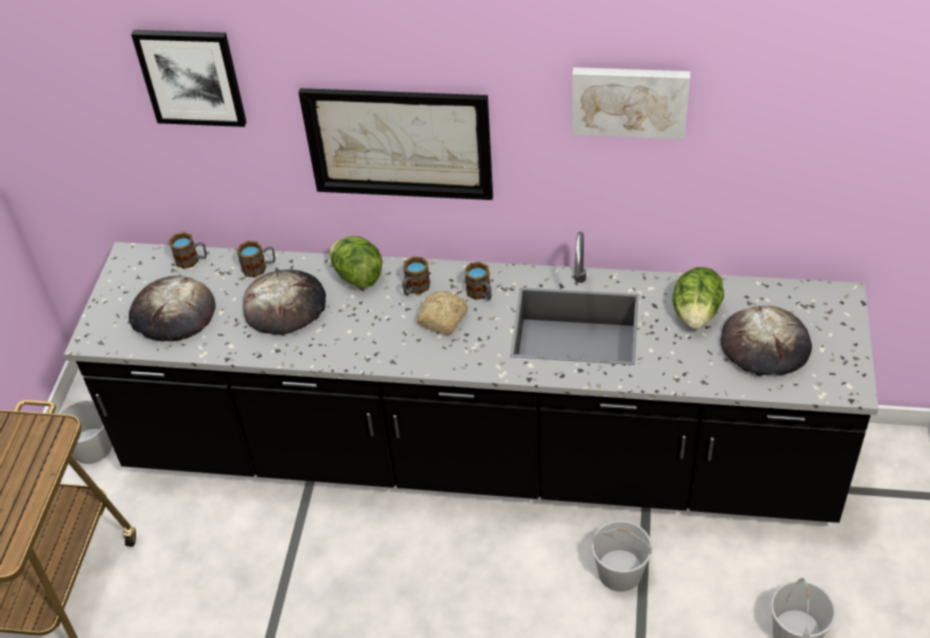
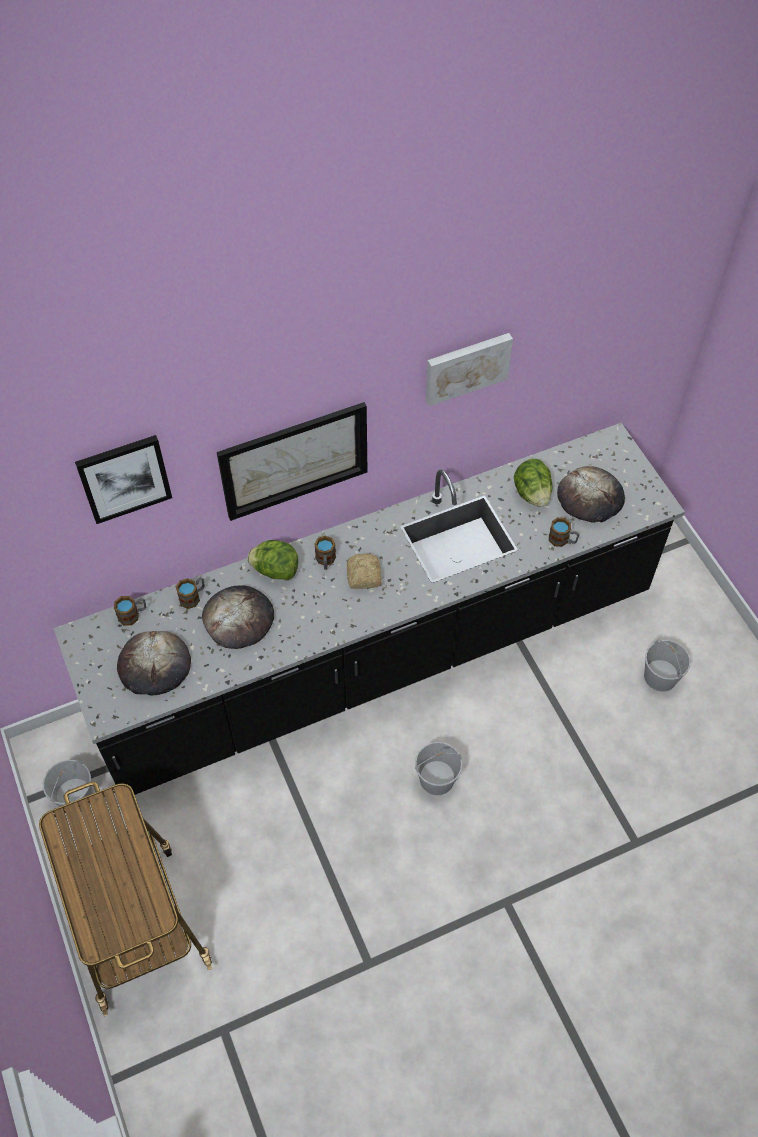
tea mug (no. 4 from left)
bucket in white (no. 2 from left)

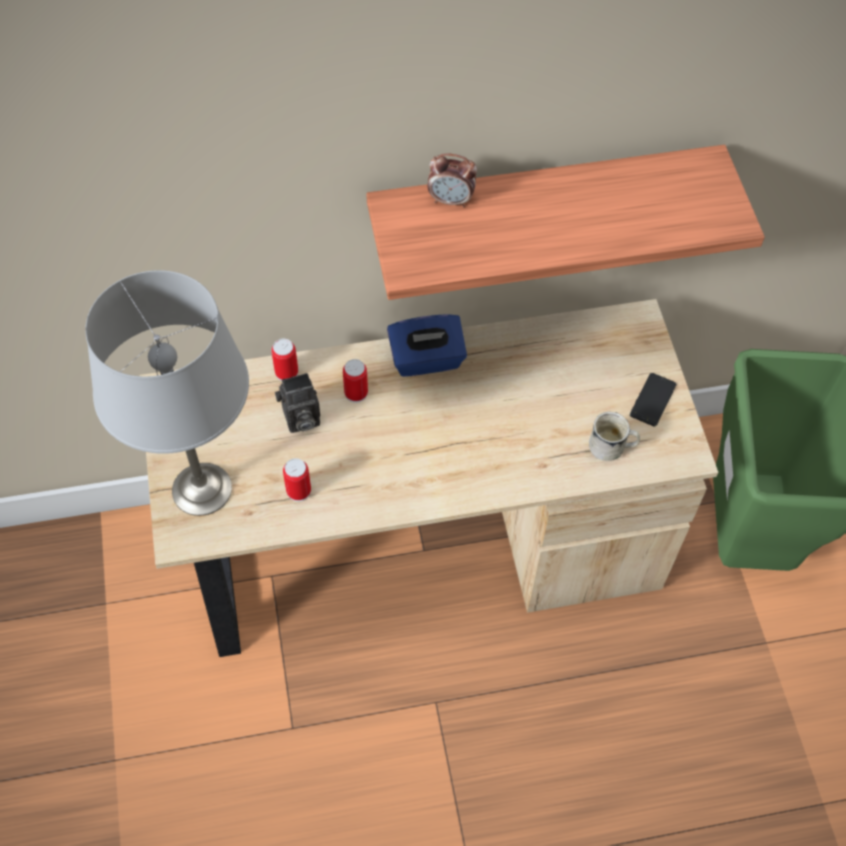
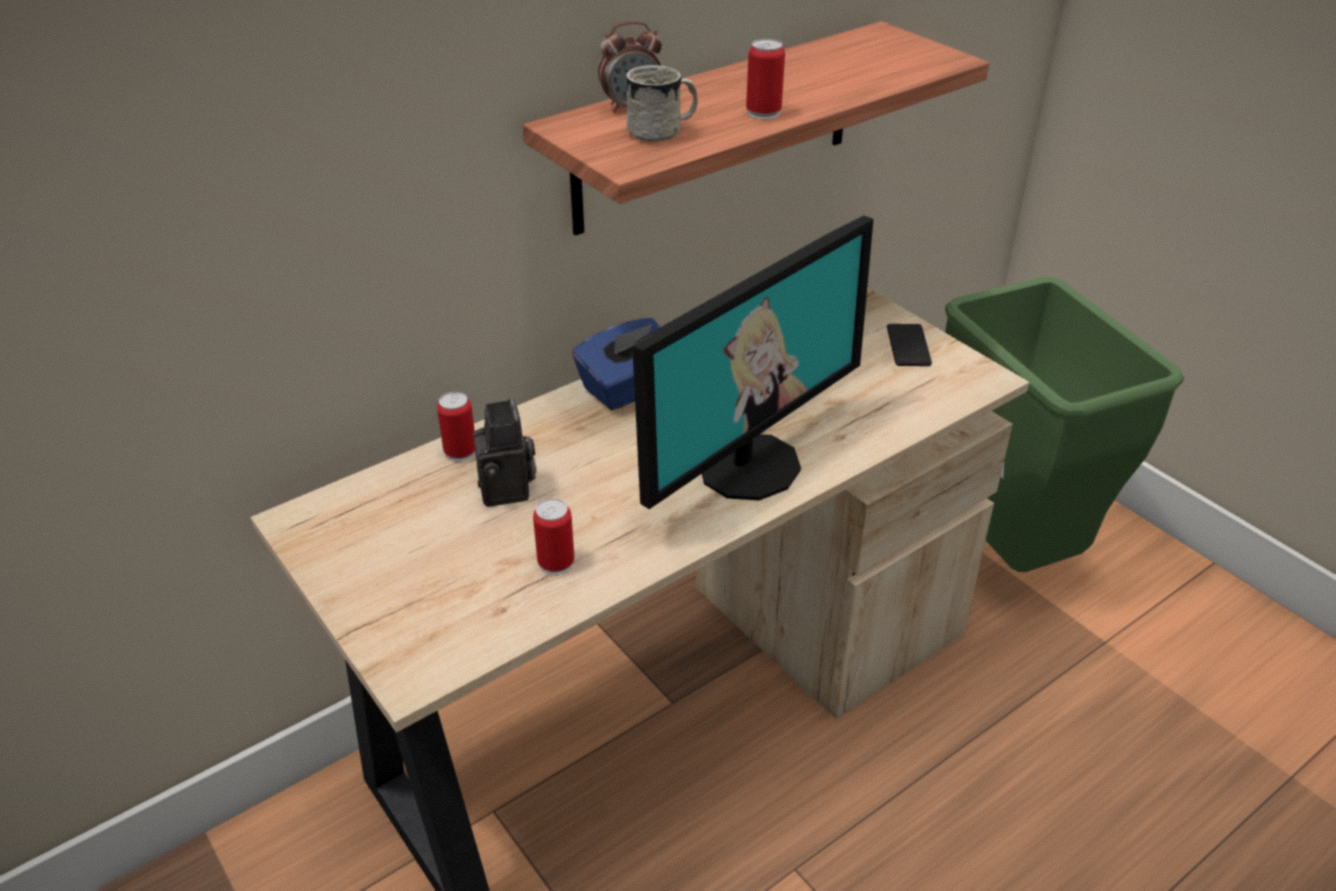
table lamp in greyish
photo camera
metal can (no. 3 from left)
tea mug in white
computer display

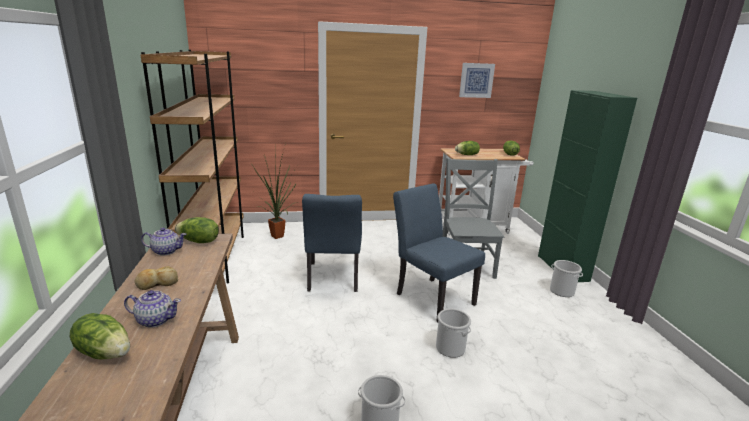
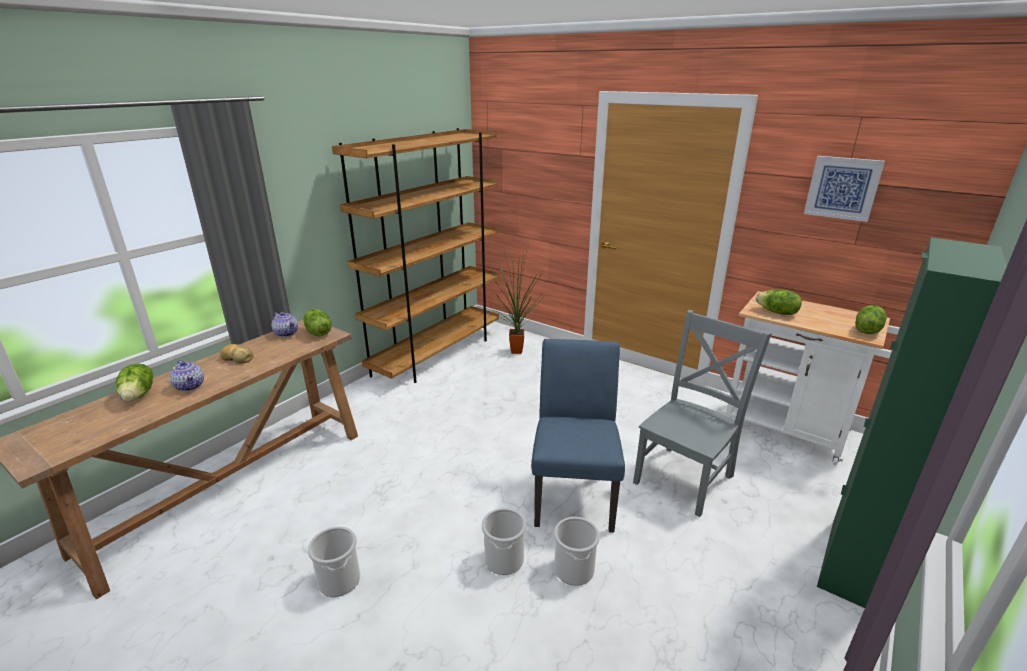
upright chair in bluish (no. 1 from left in the first image)
bucket (no. 3 from left)

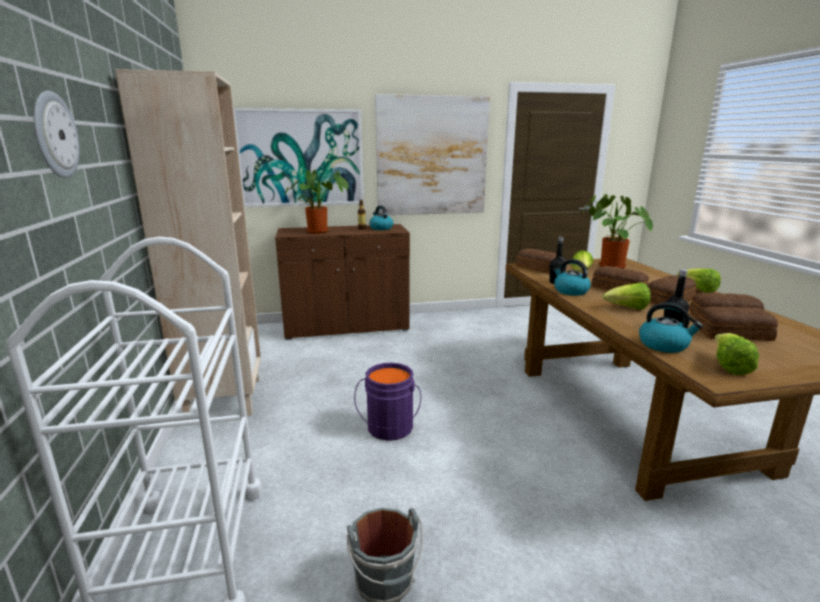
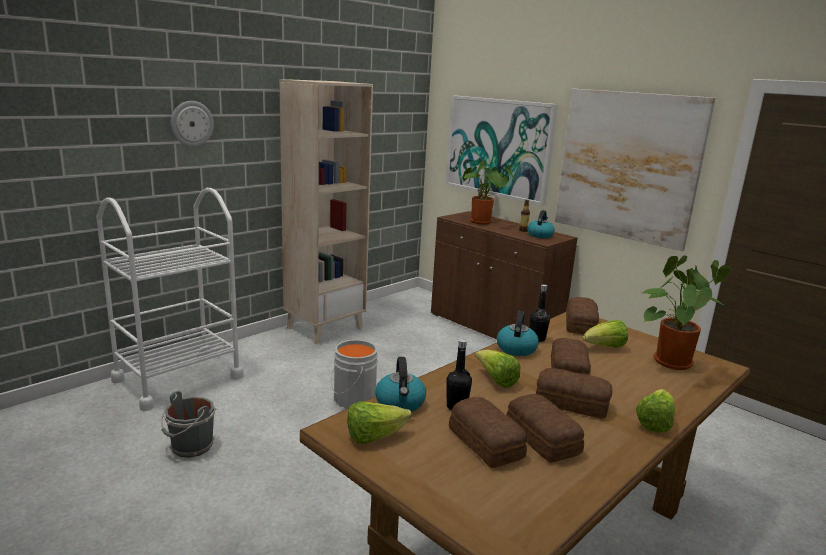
bucket in greyish (no. 2 from left)

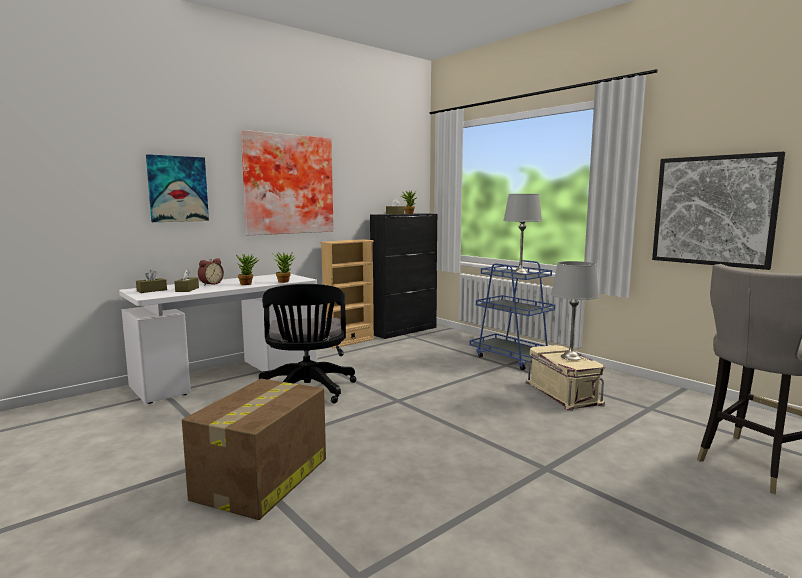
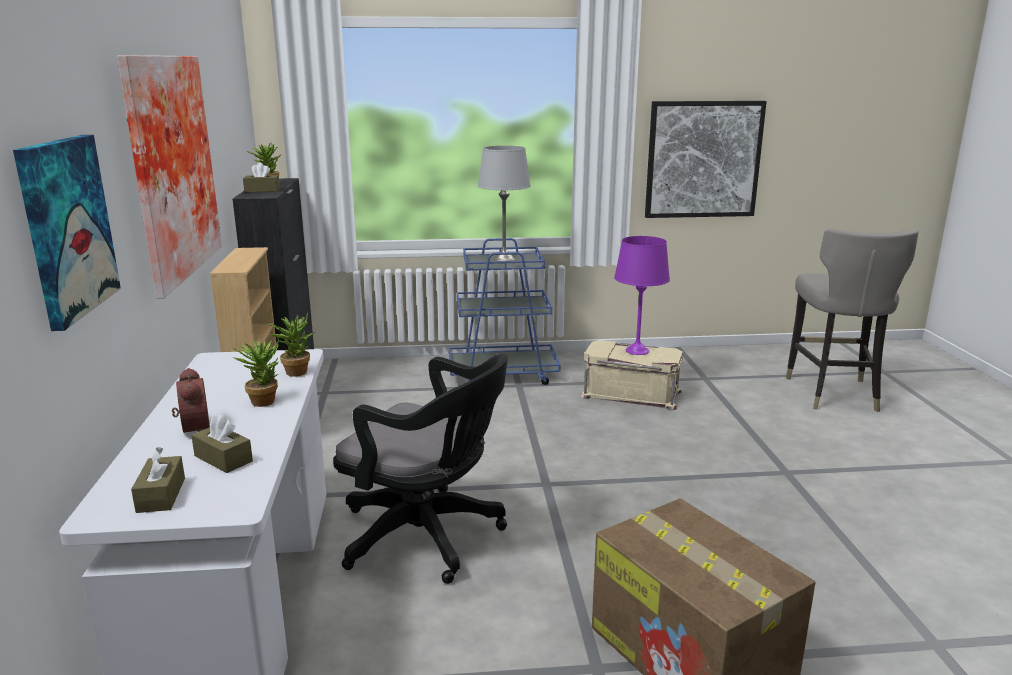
table lamp in purple-coloured

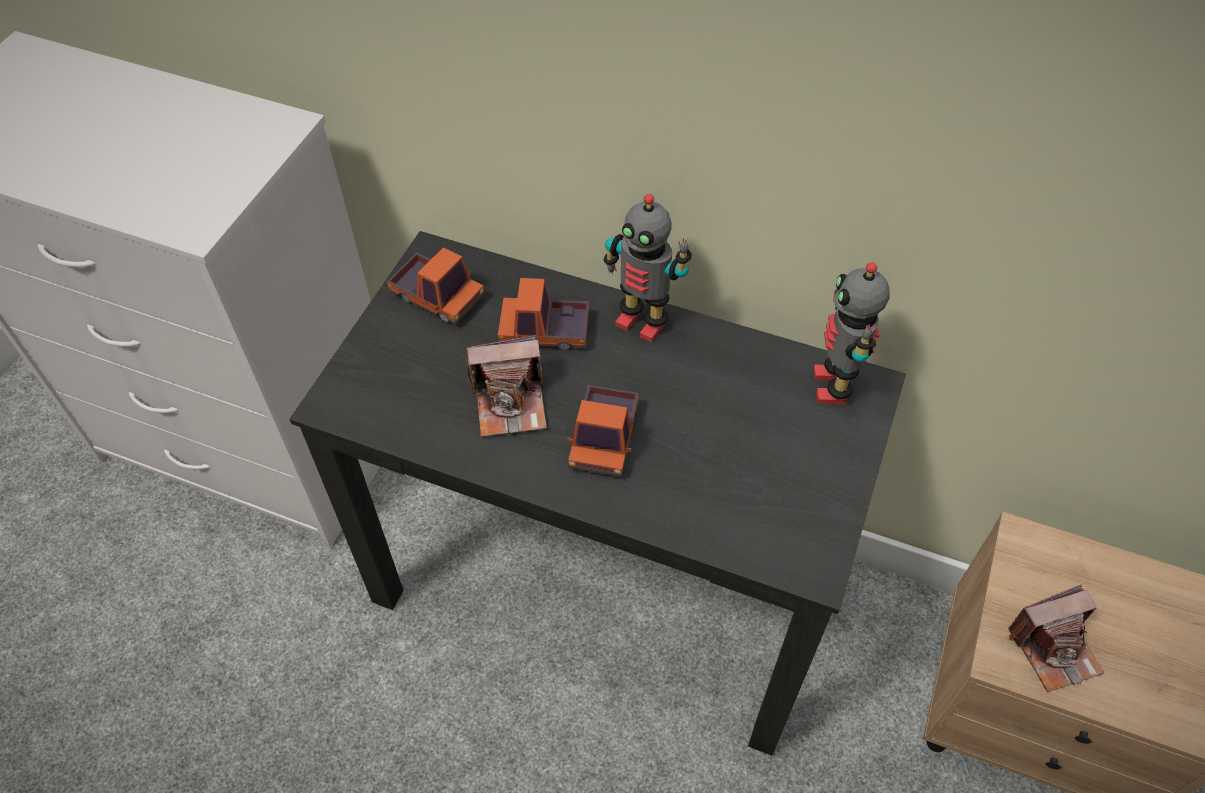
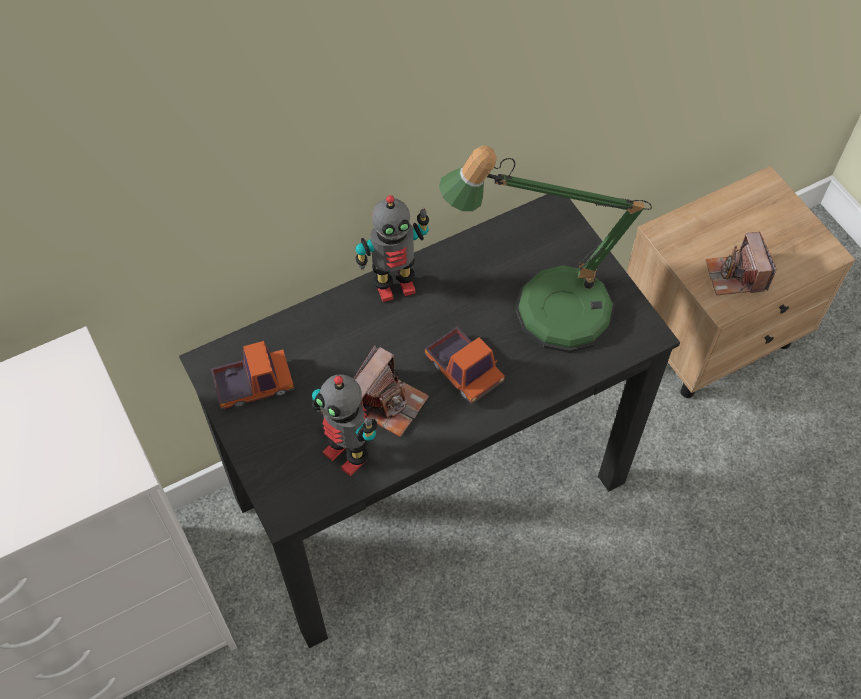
toy lorry (no. 2 from left in the first image)
toy robot (no. 1 from left)
photo camera (no. 2 from left)
table lamp

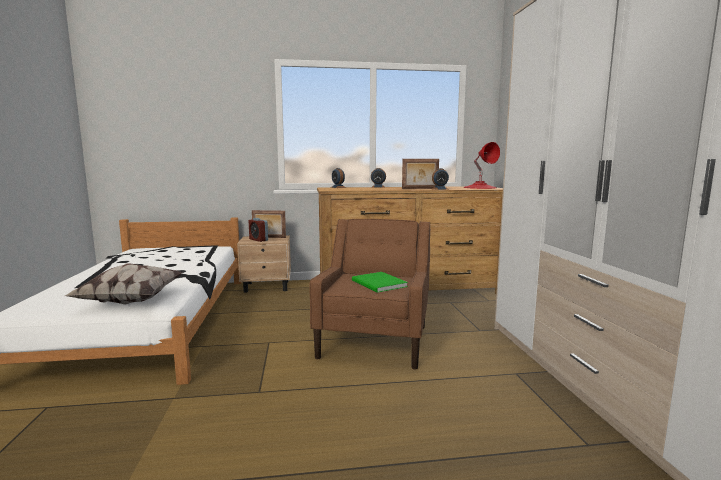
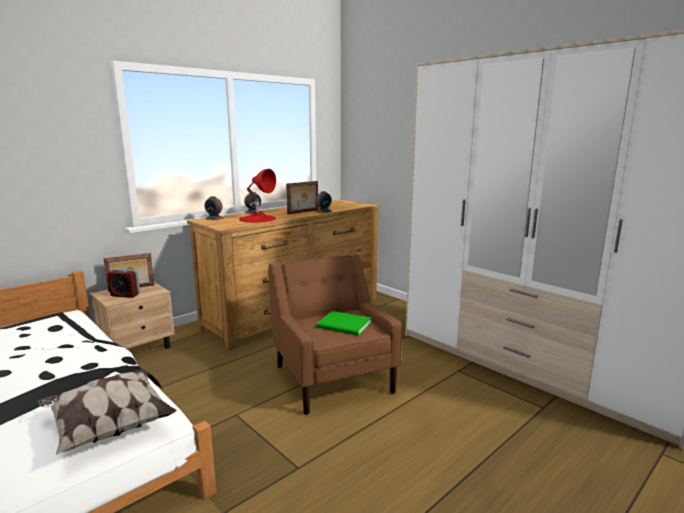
table lamp in reddish

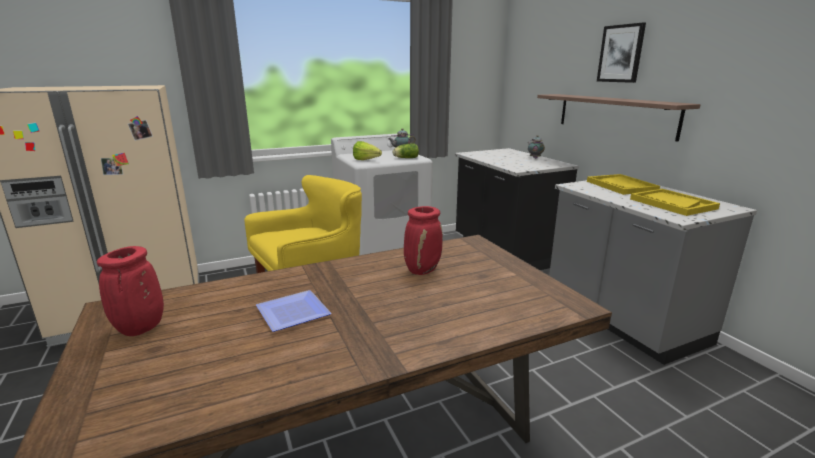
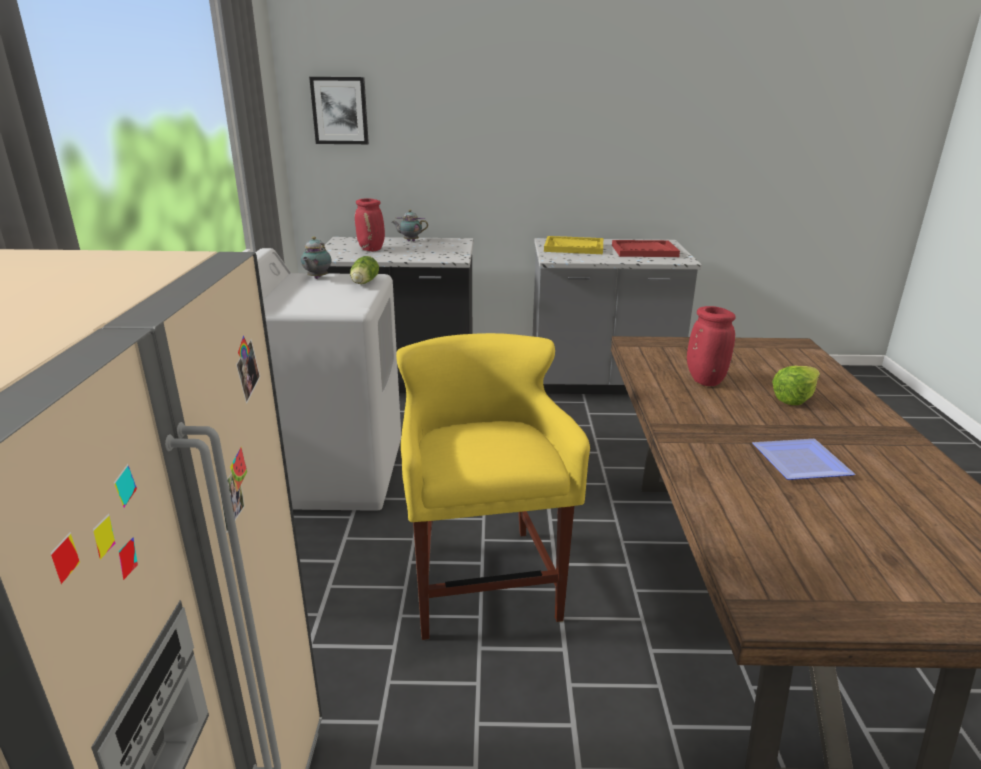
vase in reddish (no. 1 from left)
lettuce (no. 2 from left)
shelf
wall picture
serving tray in reddish

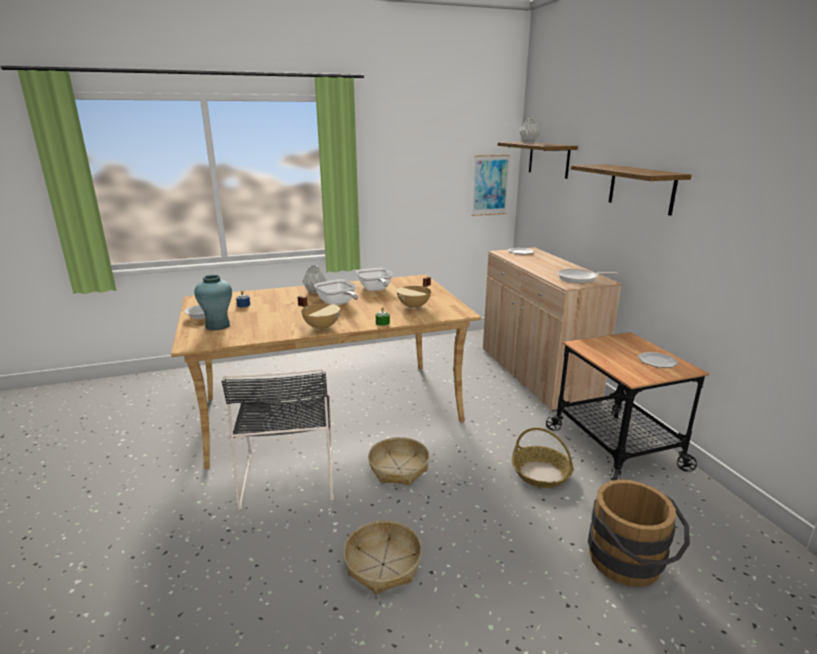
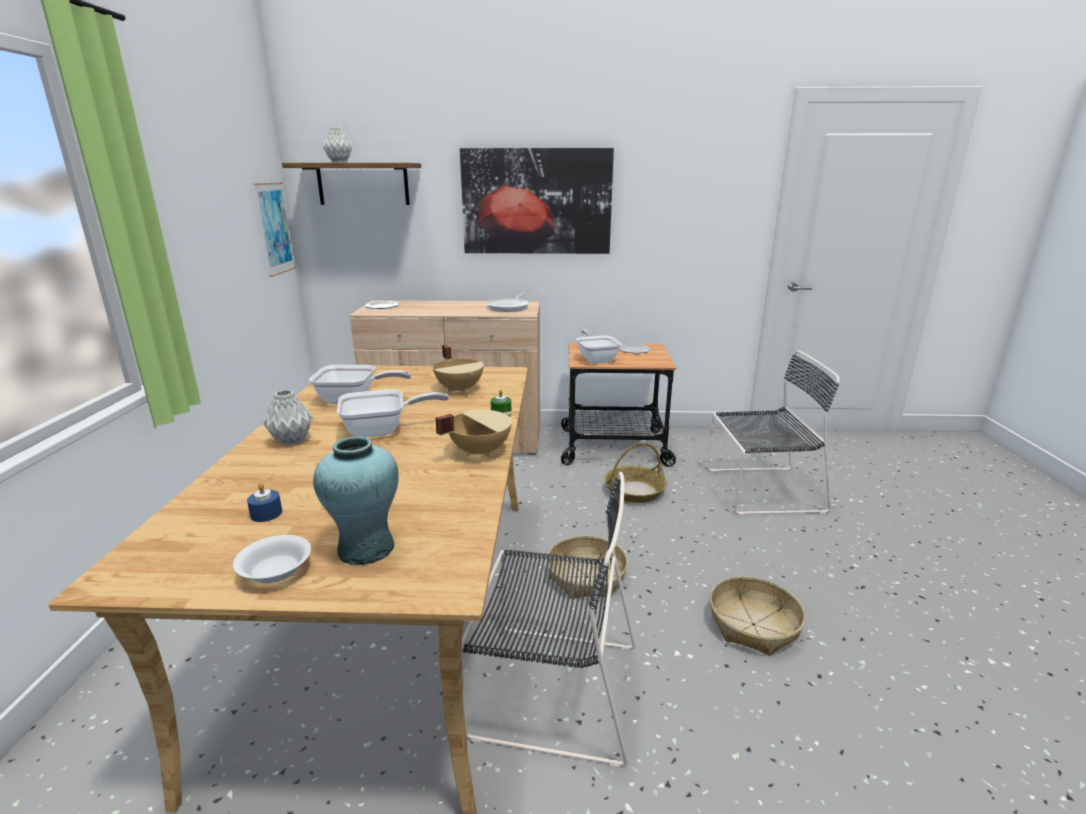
wall picture (no. 2 from left)
upright chair in black-coloured (no. 2 from left)
pan (no. 4 from left)

